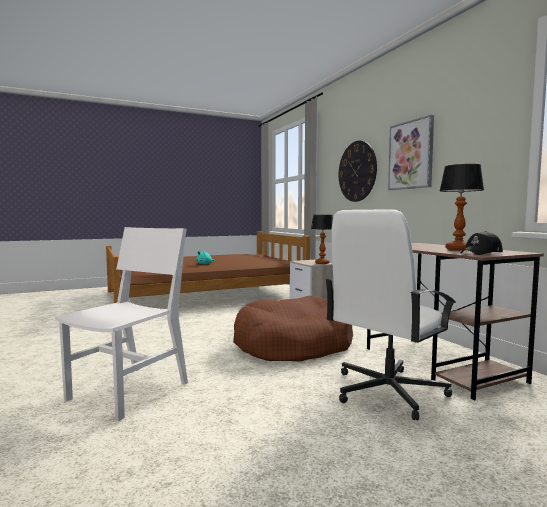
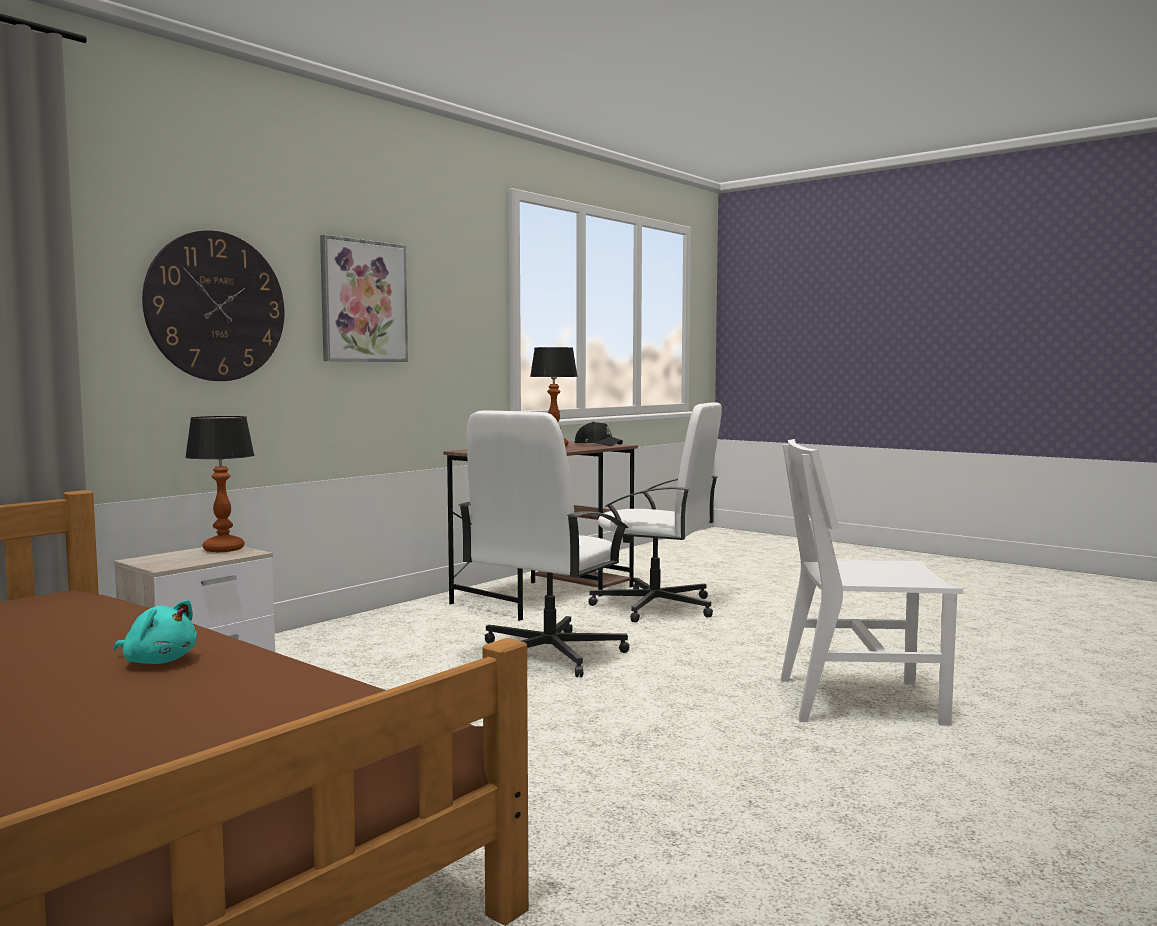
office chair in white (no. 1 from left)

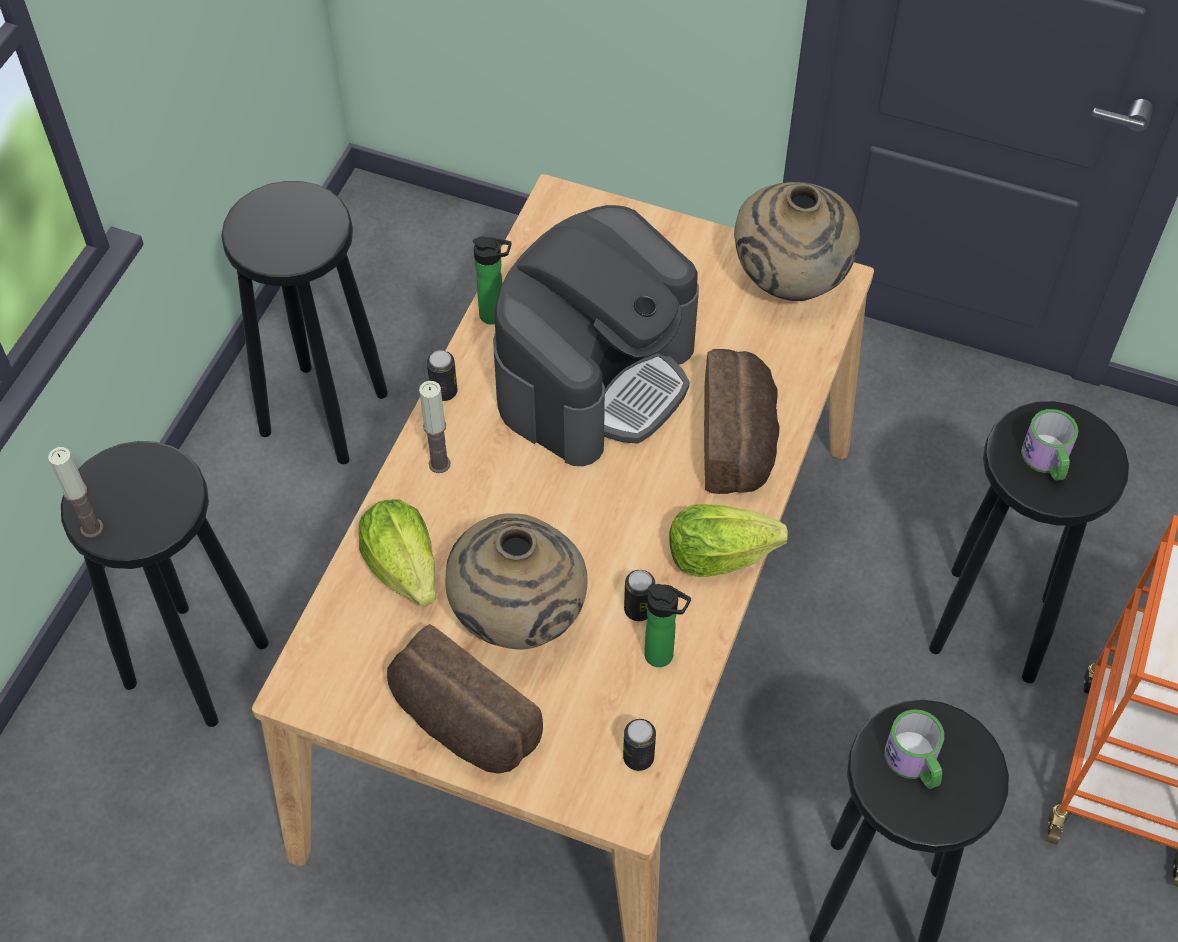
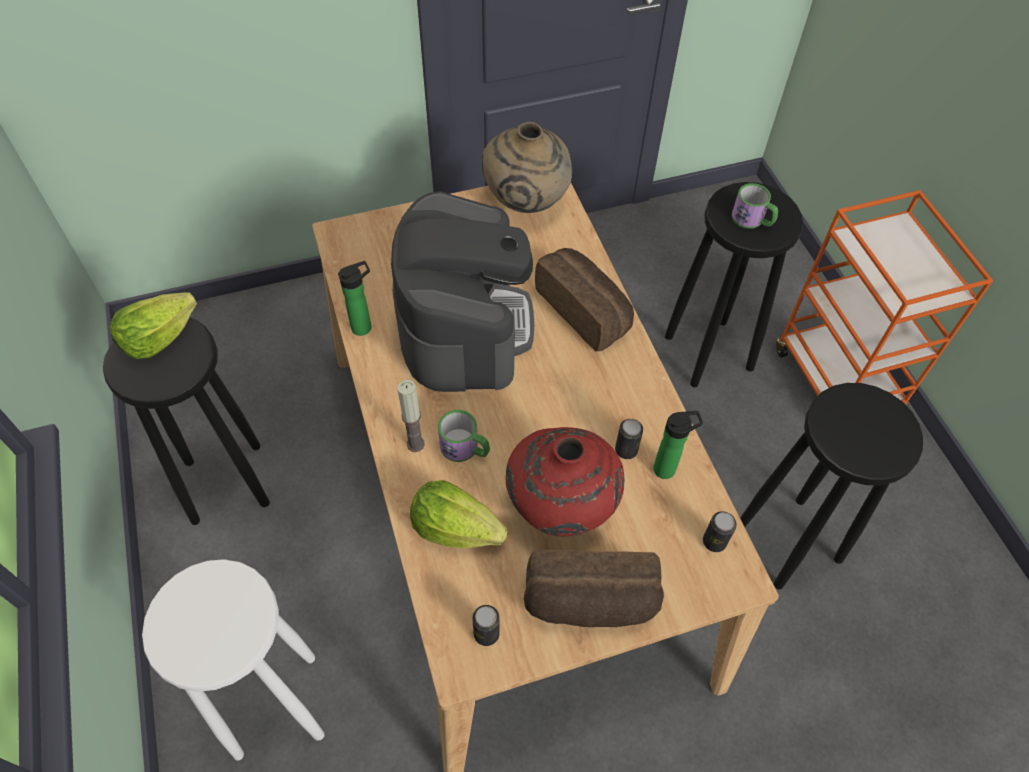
candle (no. 1 from left in the first image)
sitting stool in white
metal can (no. 1 from left)
vase in reddish
lettuce (no. 1 from left)
tea mug (no. 1 from left)

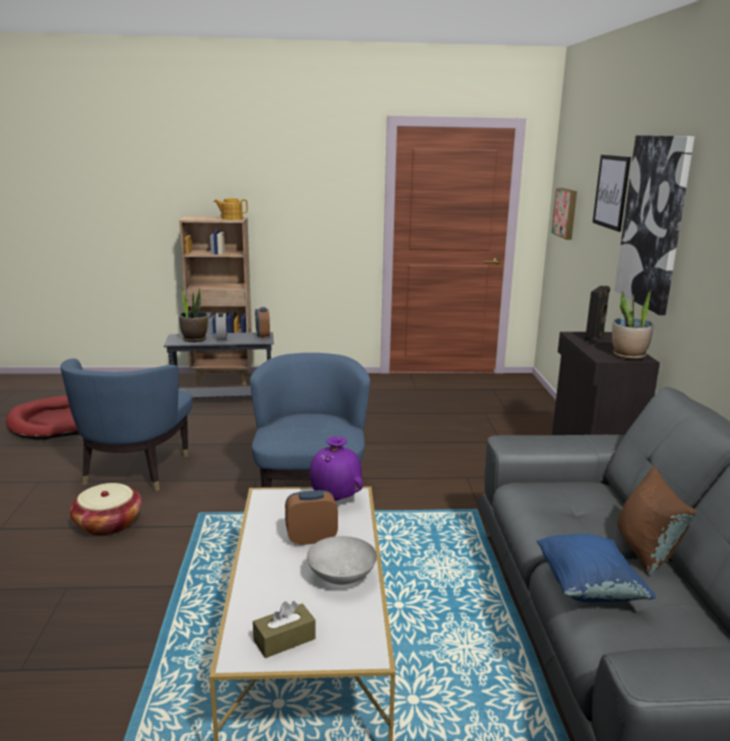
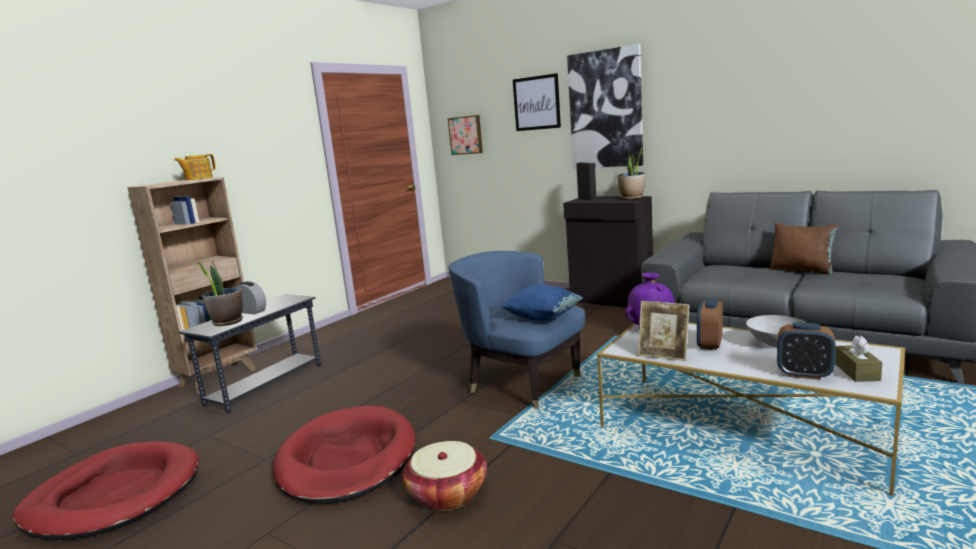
pet bed in reddish (no. 2 from left)
table clock (no. 3 from left)
pillow in bluish
standing frame

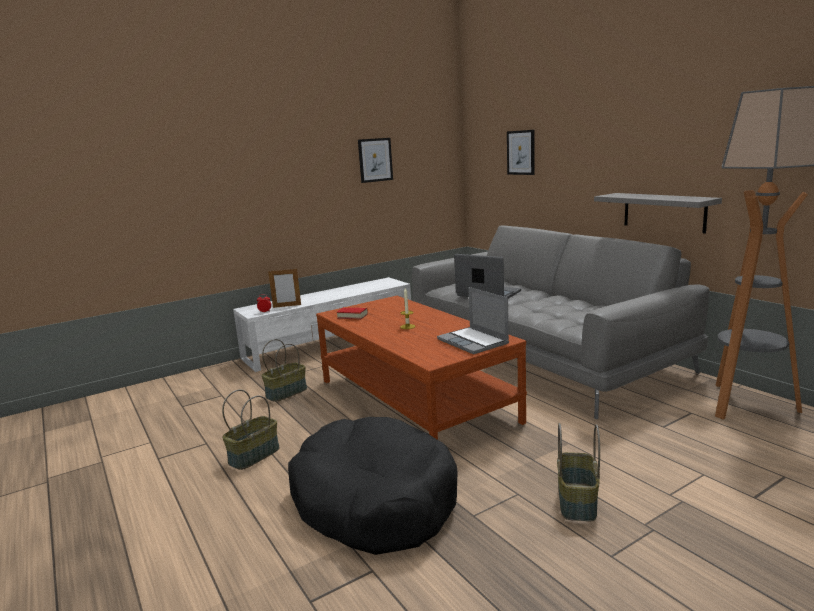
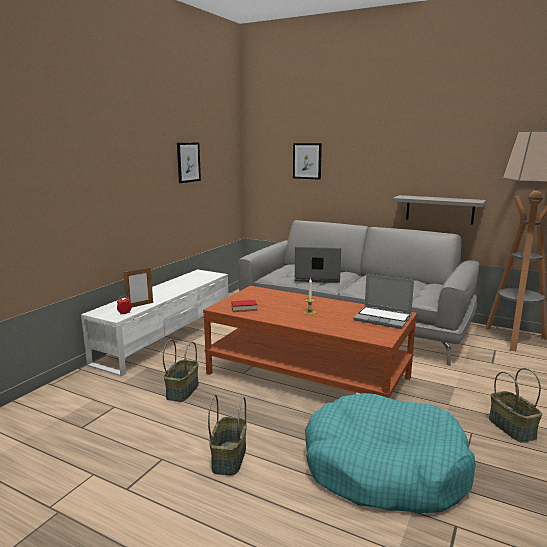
pet bed in blue-green

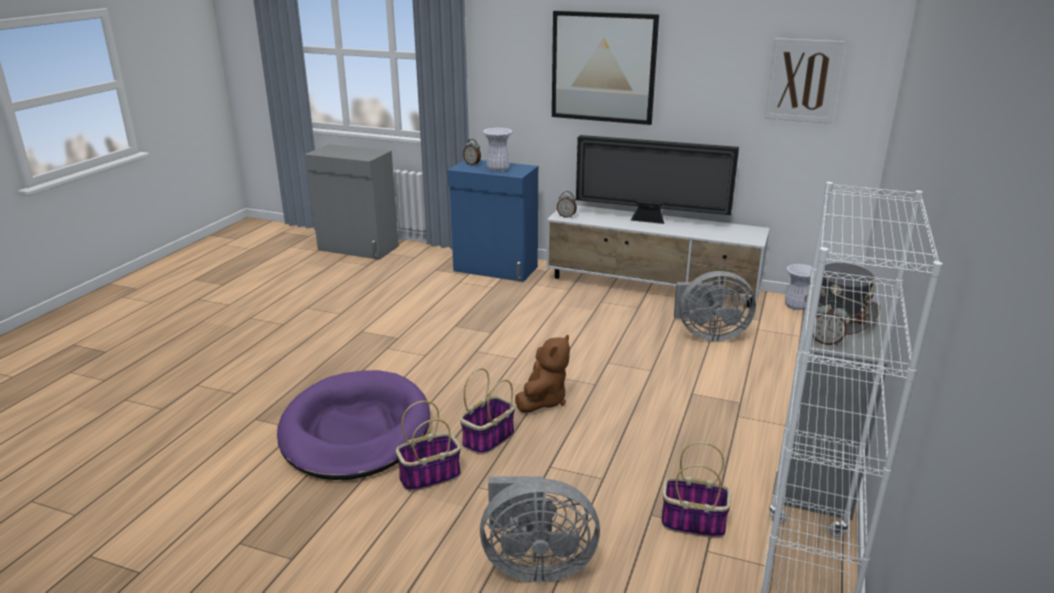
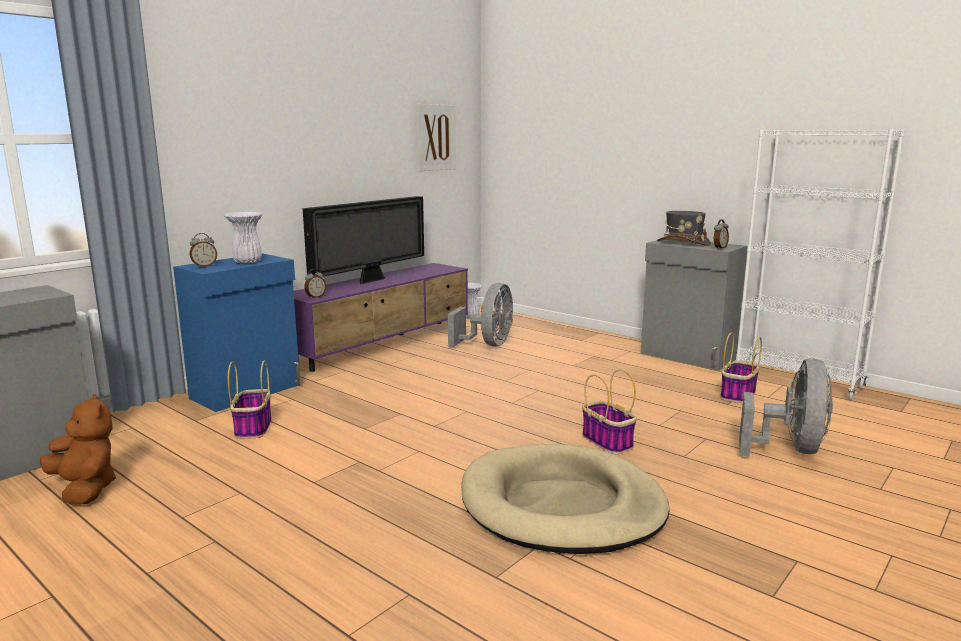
pet bed in beige
household basket (no. 1 from left)
plush toy in brownish
tv stand in purple-coloured
wall picture (no. 1 from left in the first image)

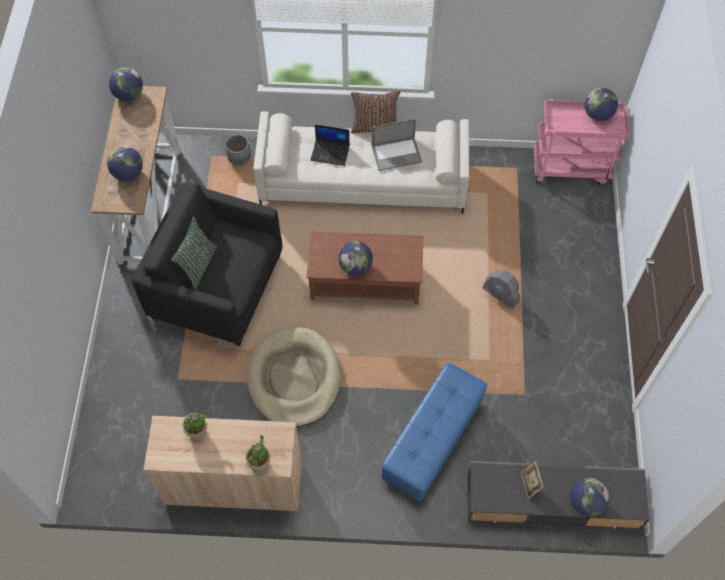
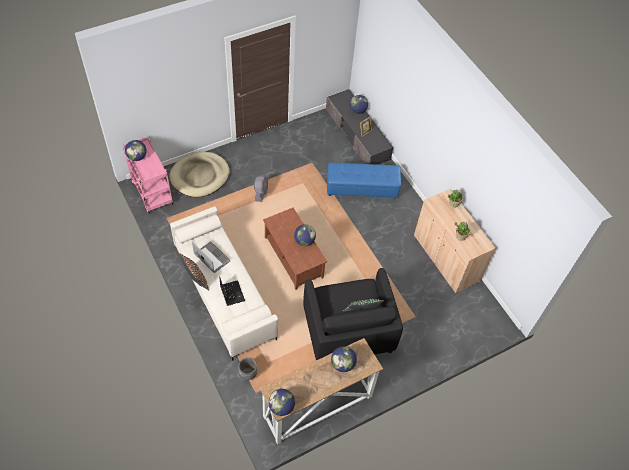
pet bed in beige

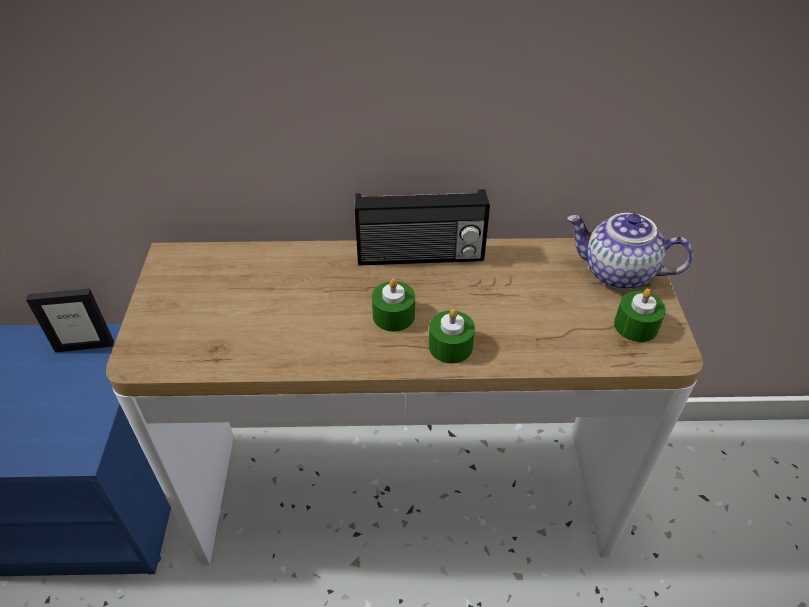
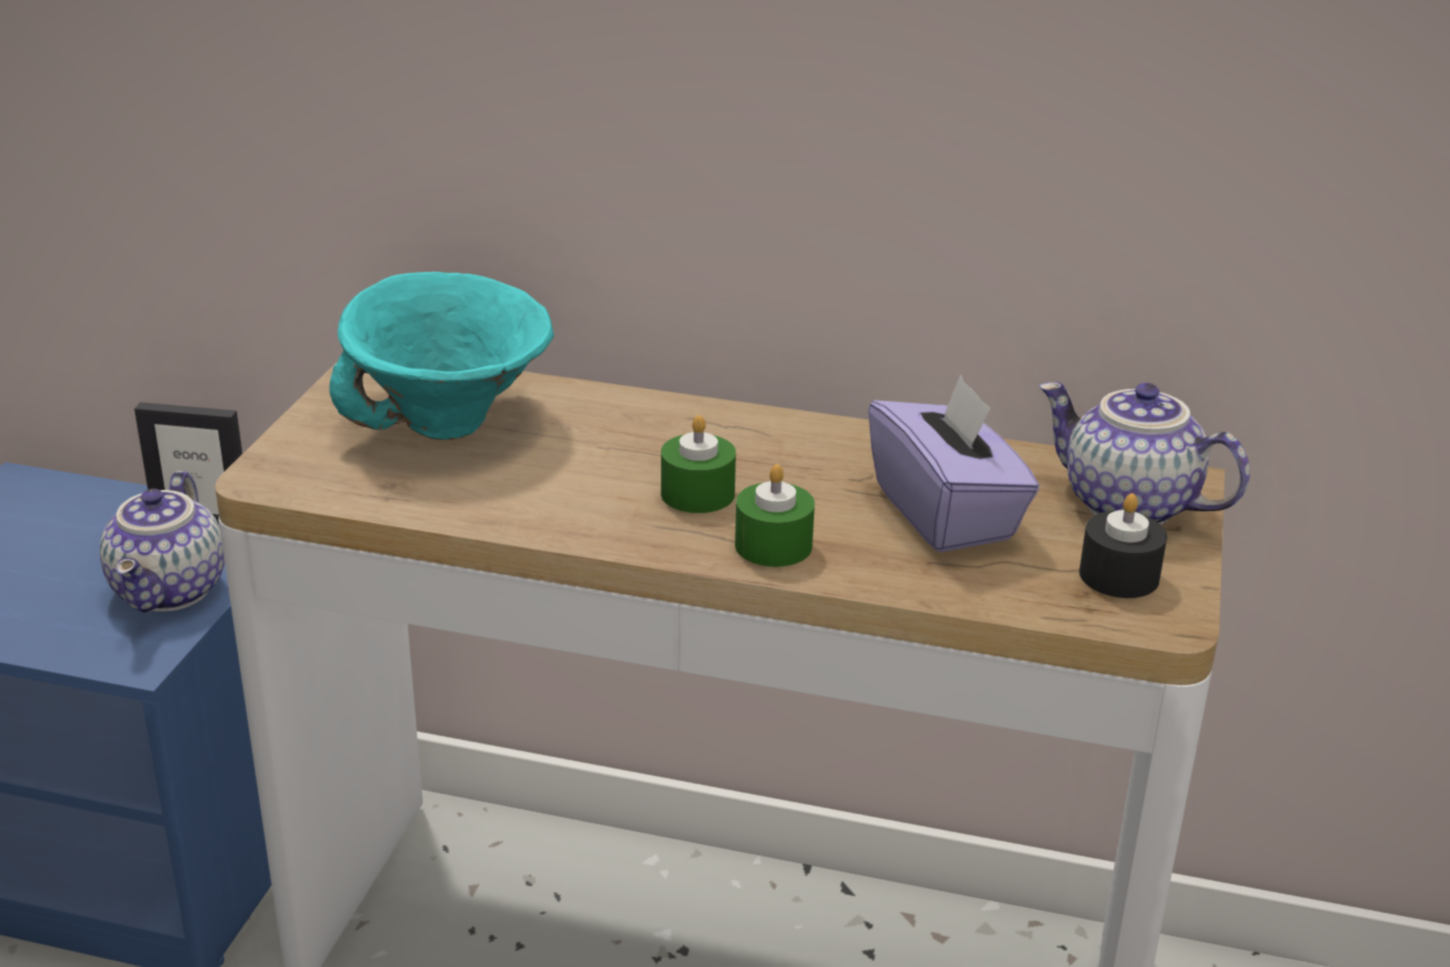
radio receiver
candle in black-coloured
tea pot (no. 1 from left)
bowl in blue-green
tissue holder in purple-coloured

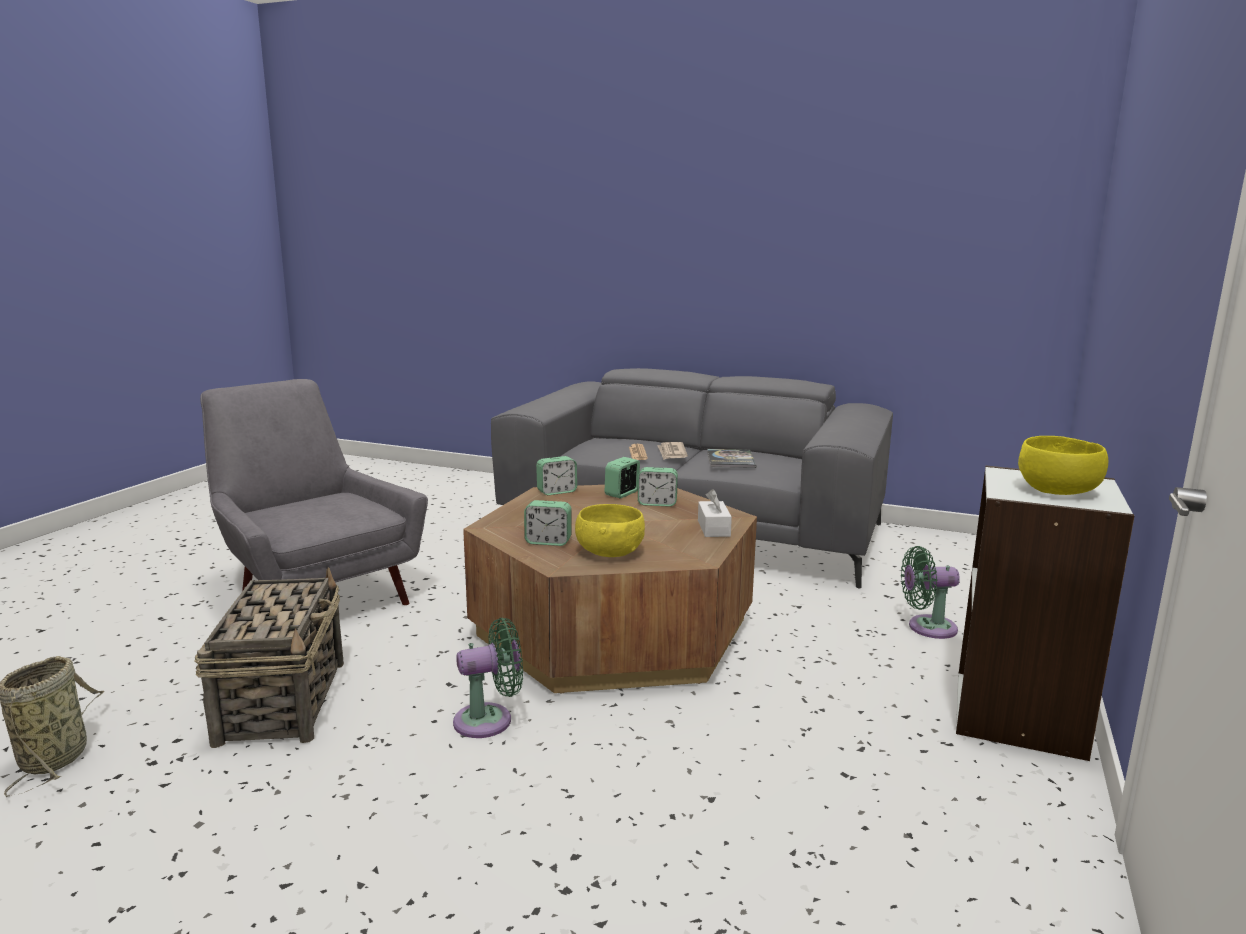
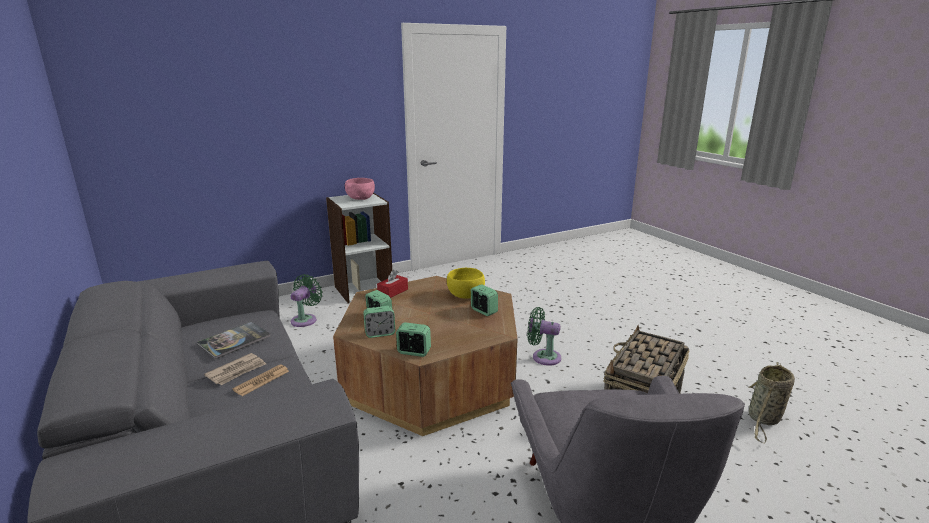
tissue holder in reddish
electric fan in green-coloured (no. 1 from left)
bowl in pinkish

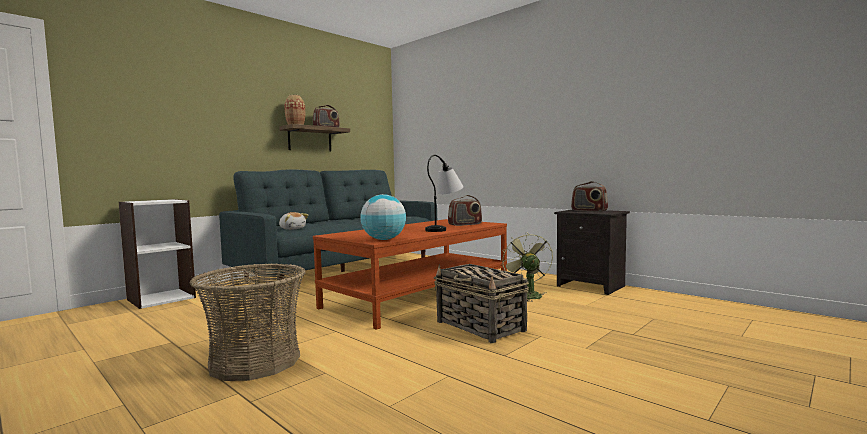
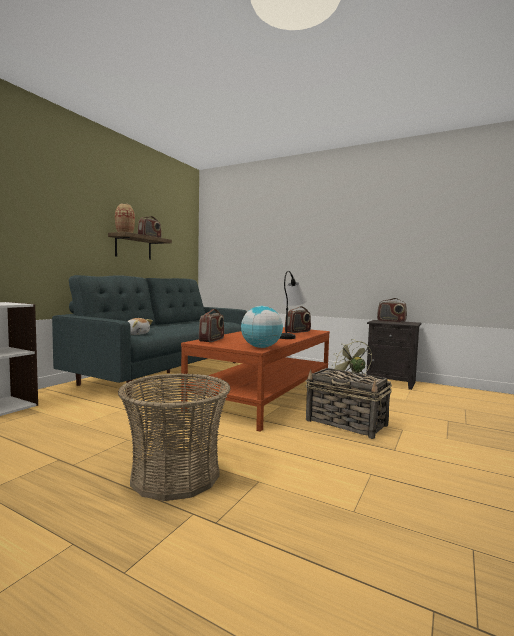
radio receiver (no. 2 from left)

